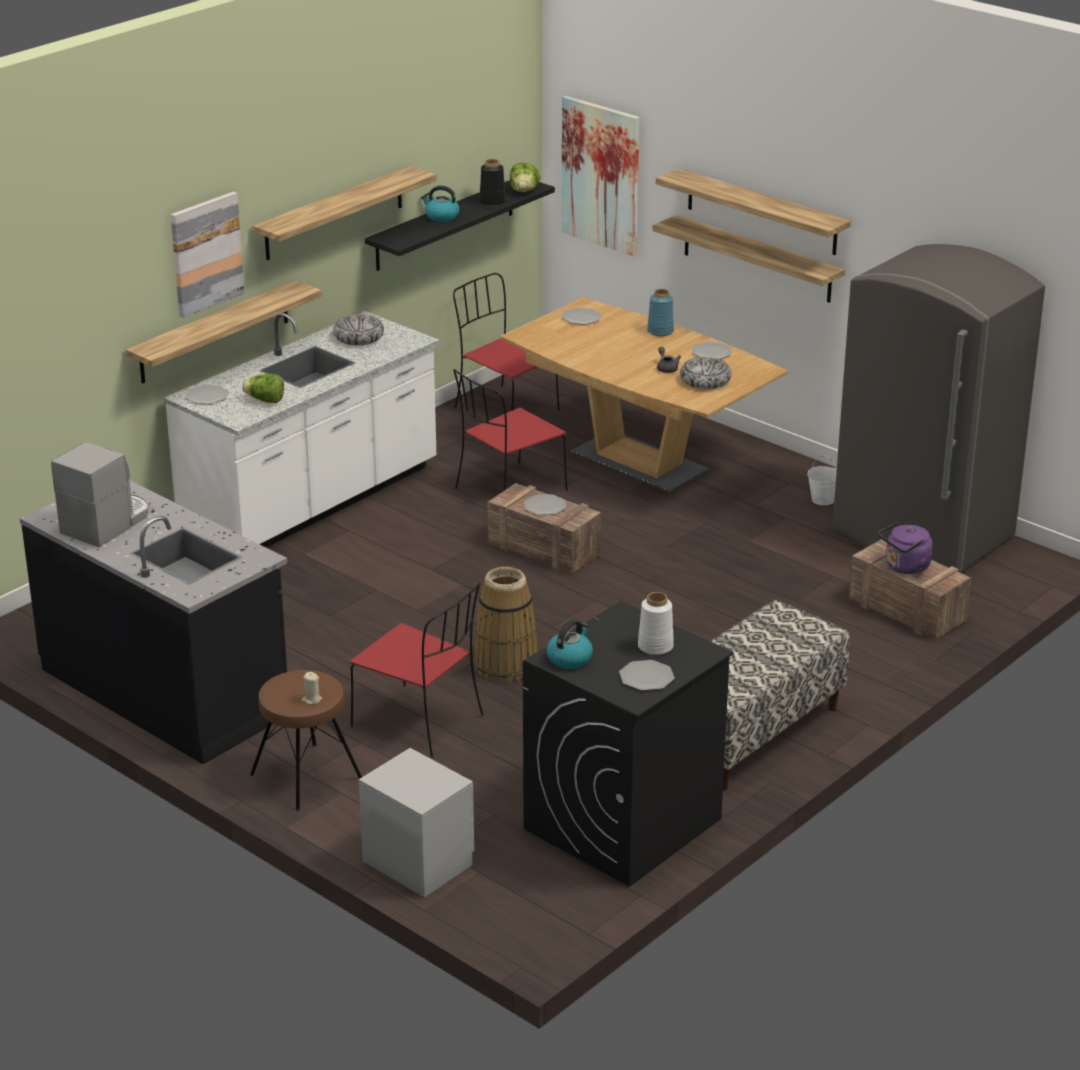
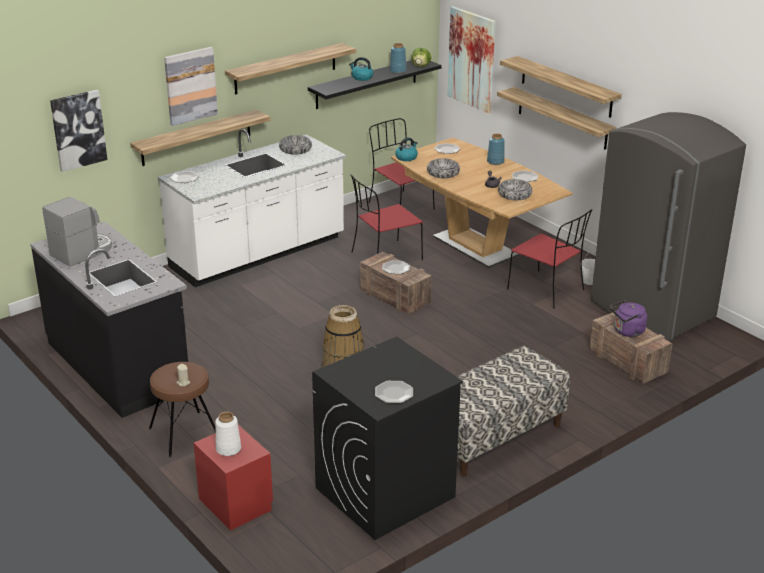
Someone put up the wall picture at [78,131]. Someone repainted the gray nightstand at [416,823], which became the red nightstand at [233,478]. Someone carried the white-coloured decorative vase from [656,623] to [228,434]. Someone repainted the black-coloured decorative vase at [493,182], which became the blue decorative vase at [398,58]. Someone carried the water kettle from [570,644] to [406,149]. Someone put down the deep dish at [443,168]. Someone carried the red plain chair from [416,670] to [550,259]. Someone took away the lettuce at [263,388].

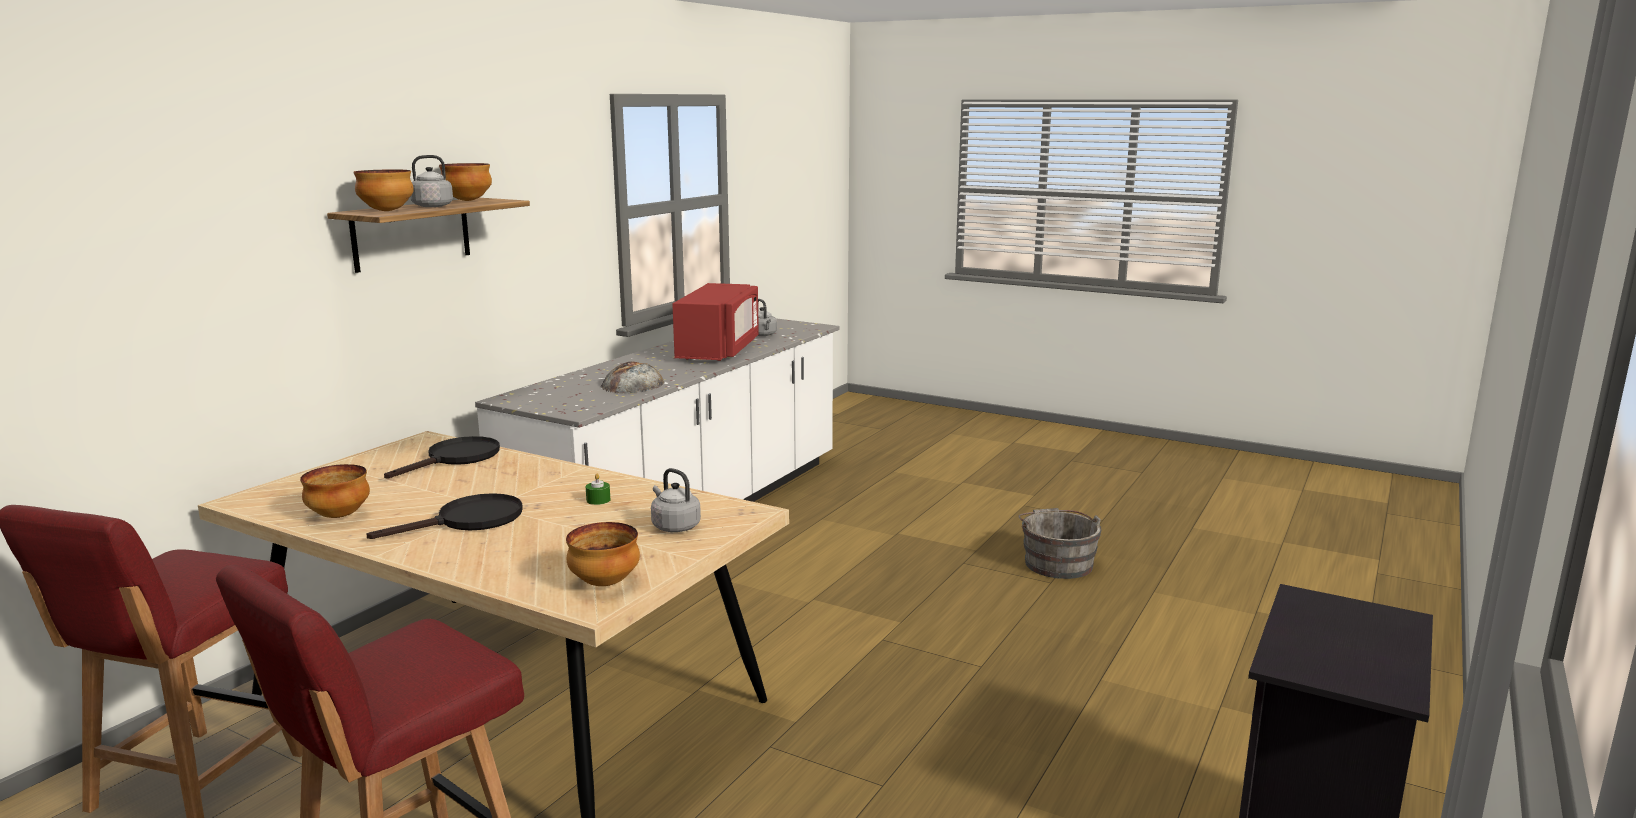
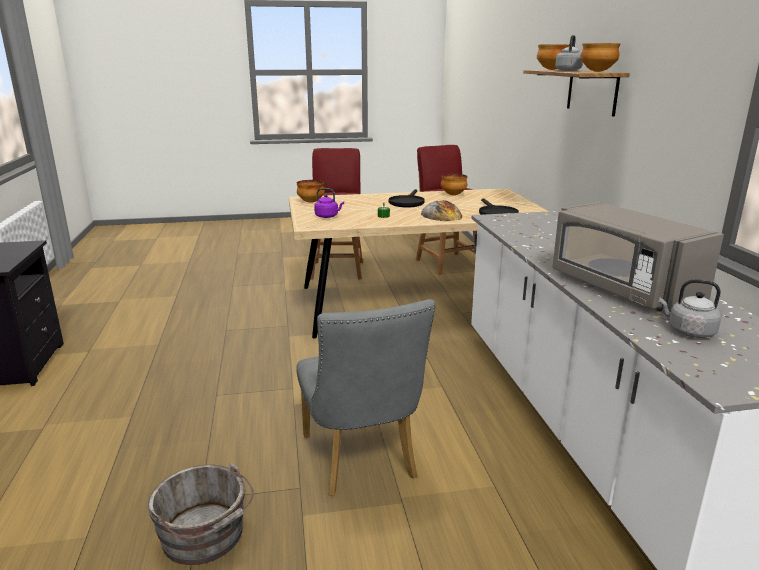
Someone put down the gray plain chair at [365,397]. Someone repainted the gray water kettle at [676,500], which became the purple water kettle at [329,203]. Someone carried the baked bread from [632,378] to [441,210]. Someone repainted the red microwave oven at [715,322], which became the gray microwave oven at [638,257].

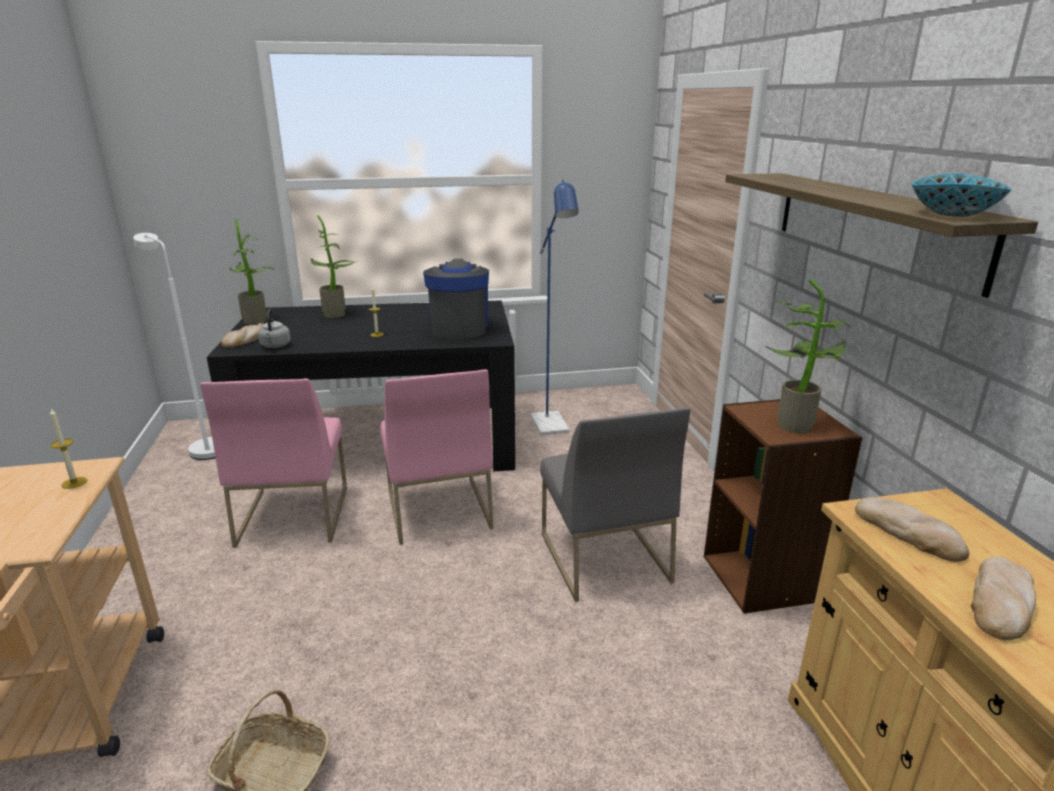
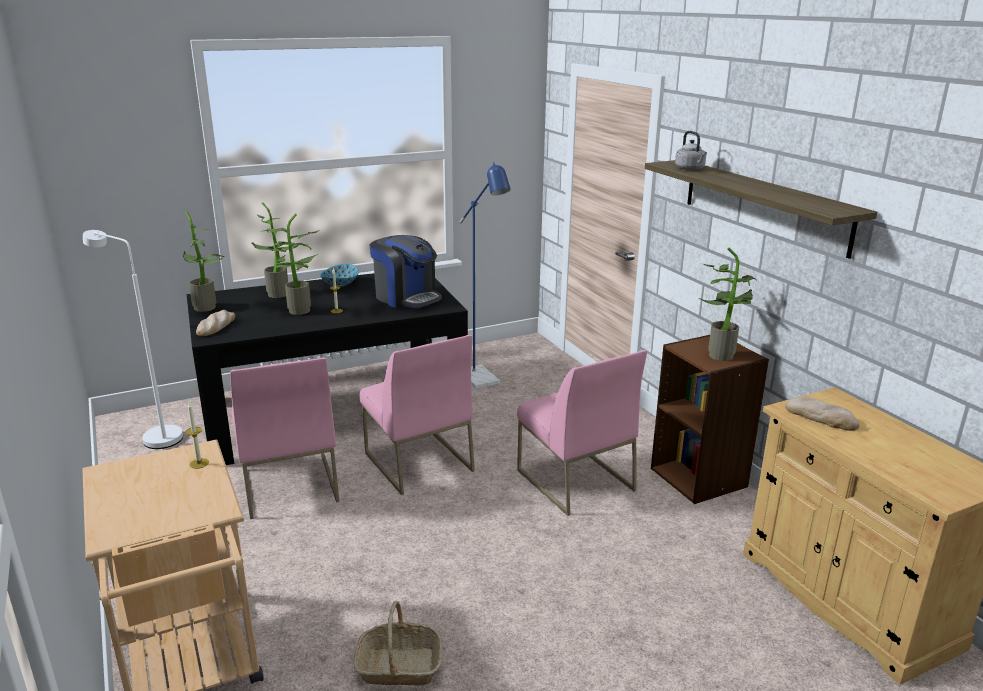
Someone put down the houseplant at [296,264]. Someone carried the deep dish from [962,195] to [339,275]. Someone rotated the coffee brewer at [456,299] by 150 degrees clockwise. Someone repainted the gray plain chair at [615,505], which became the pinkish plain chair at [582,433]. Someone carried the gray water kettle from [274,328] to [691,150]. Someone took away the baked bread at [1003,598].

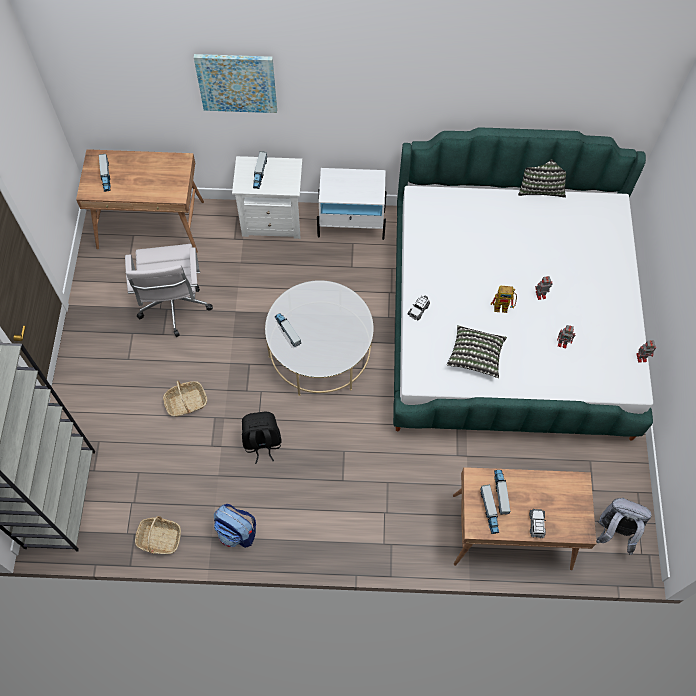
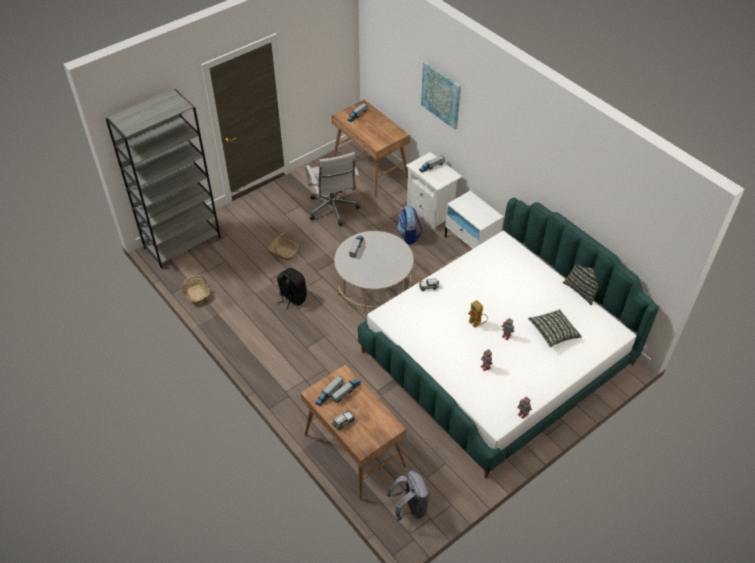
Someone rotated the white-coloured desk chair at [169,290] by 60 degrees counterclockwise. Someone carried the rucksack from [235,526] to [409,225]. Someone carried the pillow from [477,351] to [555,328].

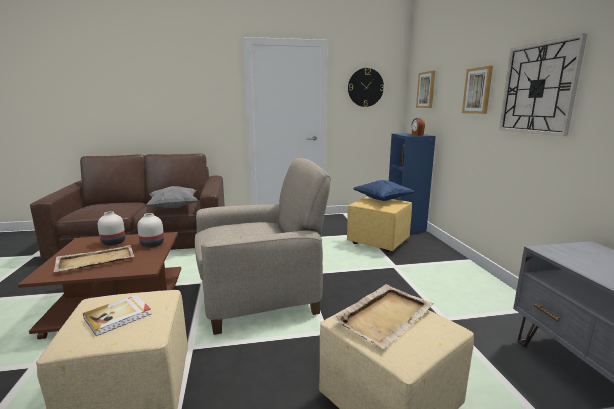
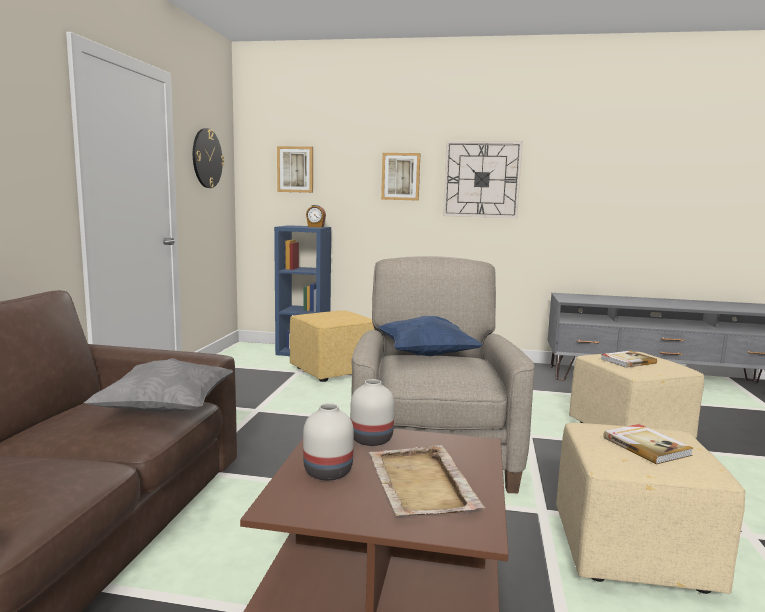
Someone carried the blue pillow from [384,190] to [430,336]. Someone swapped the beige-coloured carrying tray at [382,316] for the volume at [629,359].

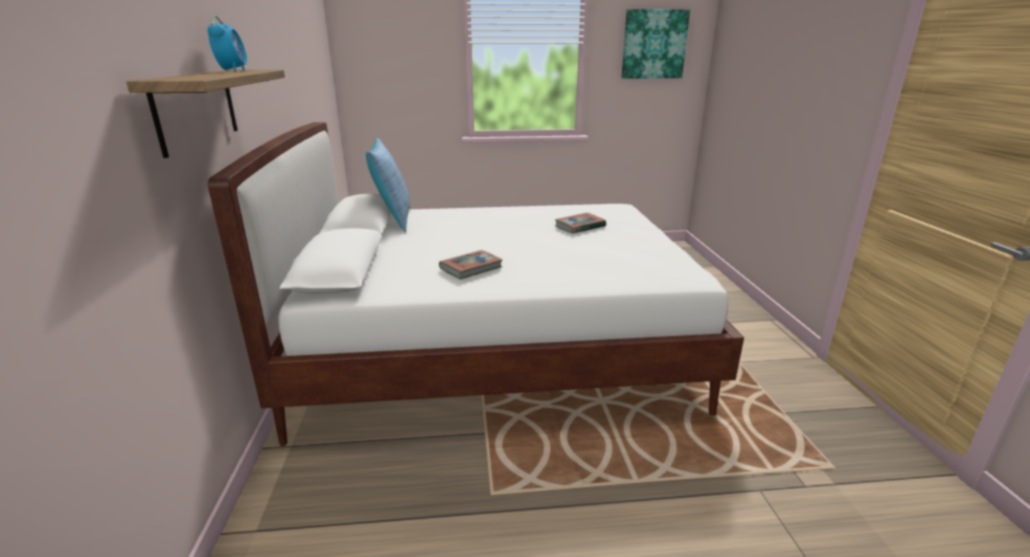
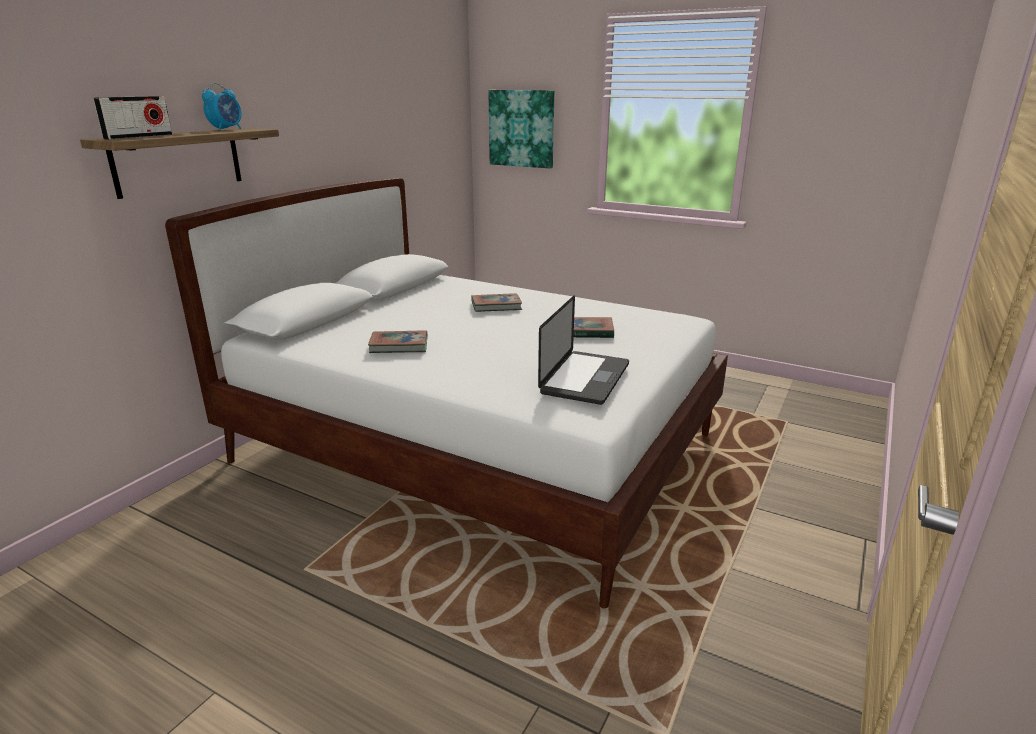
Someone put down the radio receiver at [132,118]. Someone put down the volume at [497,302]. Someone carried the wall picture from [655,44] to [521,129]. Someone put down the portable computer at [583,350]. Someone took away the pillow at [388,185].

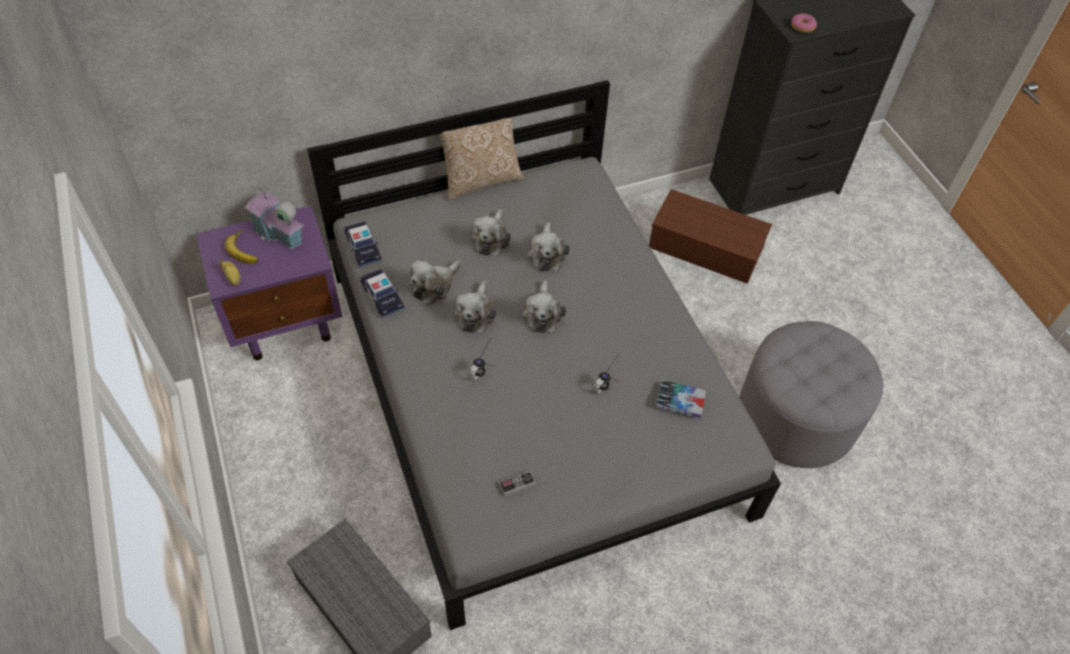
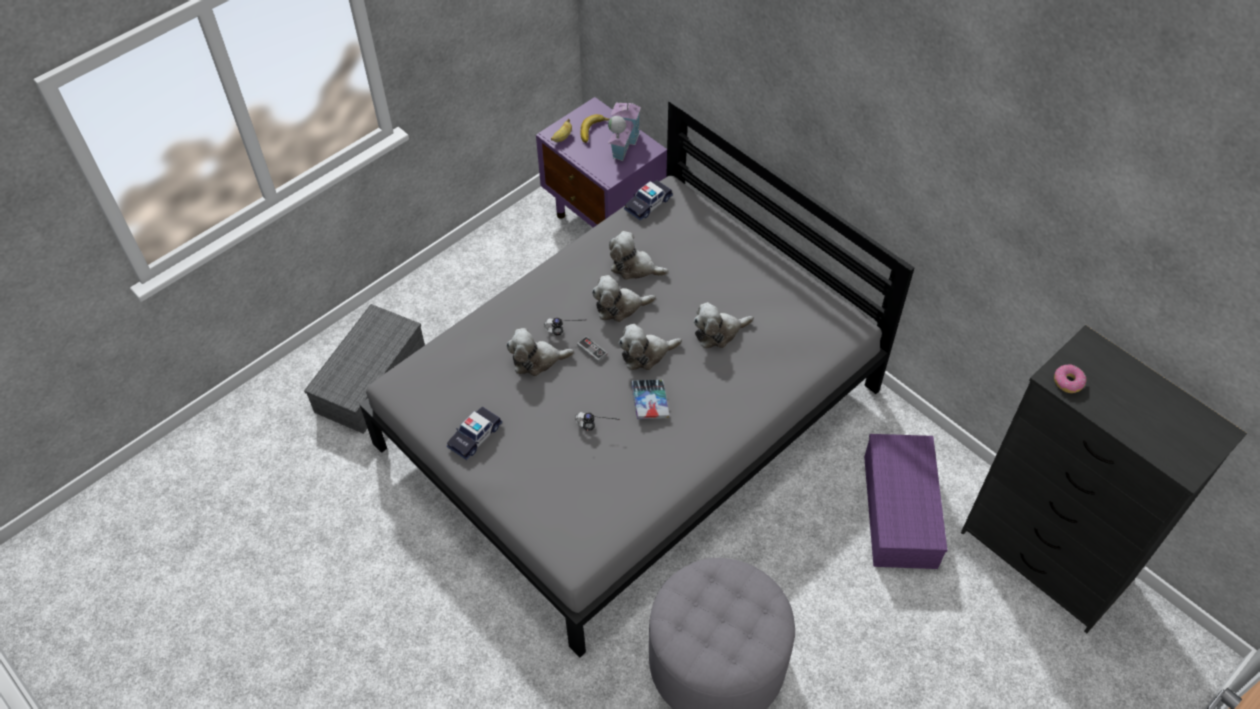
Someone carried the miniature car from [382,293] to [474,433]. Someone carried the soft toy from [491,233] to [540,352]. Someone carried the game controller from [517,484] to [592,349]. Someone carried the volume from [681,399] to [650,399]. Someone repainted the brown storage bin at [710,236], which became the purple storage bin at [905,501]. Someone took away the pillow at [481,159].

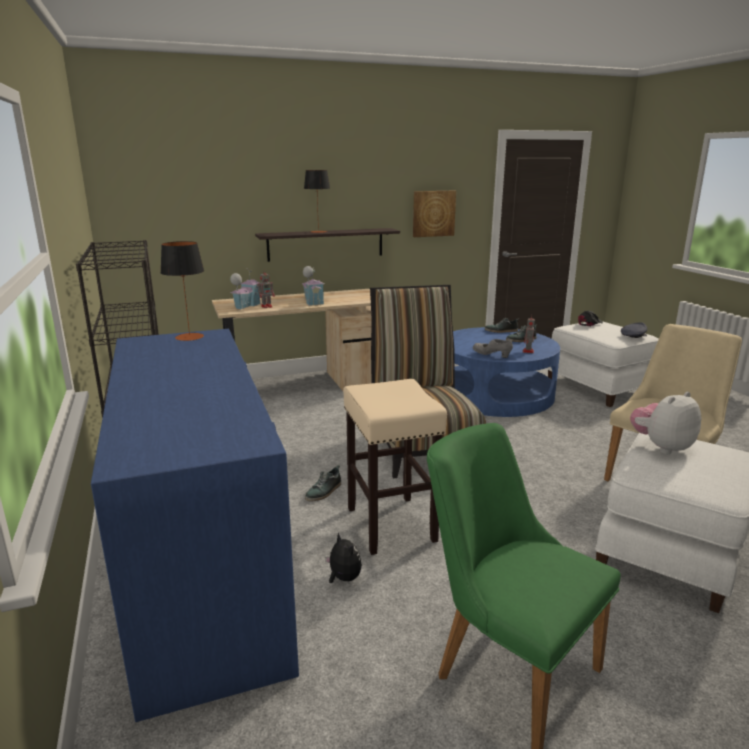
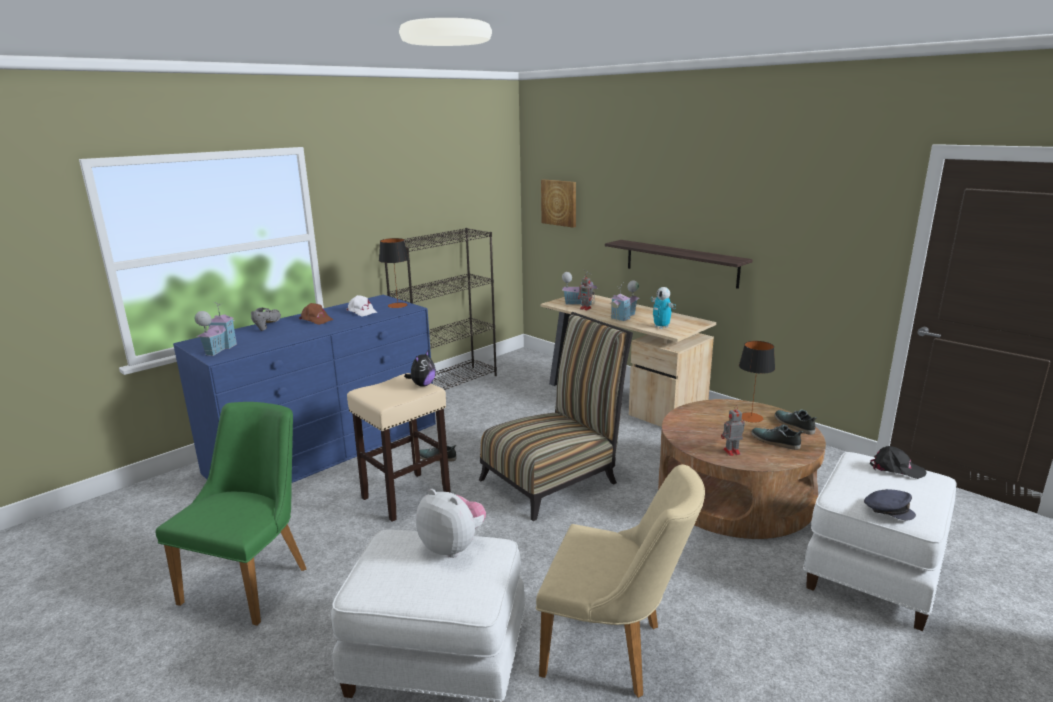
Someone put down the miniature house at [216,329]. Someone carried the gray item of footwear from [493,348] to [266,319]. Someone put down the brown cap at [316,314]. Someone put down the white-coloured cap at [362,306]. Someone carried the soft toy from [343,557] to [420,368]. Someone carried the wall picture from [434,213] to [558,203]. Someone put down the toy robot at [663,308]. Someone repainted the blue coffee table at [506,372], which became the brown coffee table at [742,469]. Someone carried the table lamp from [317,201] to [757,382].

